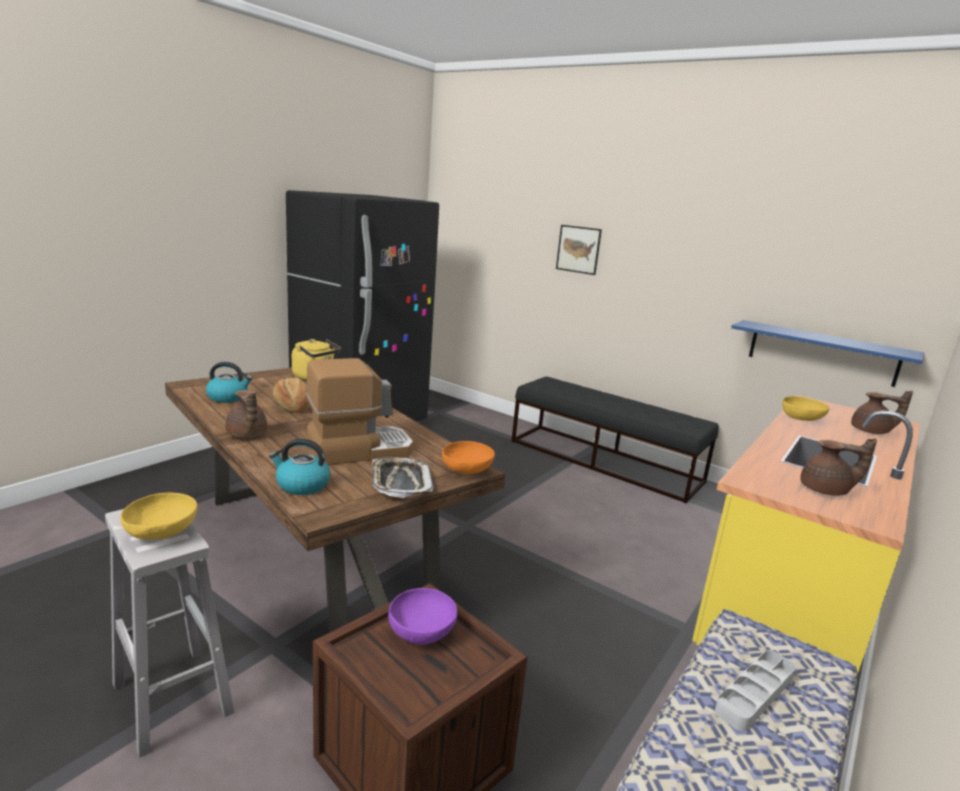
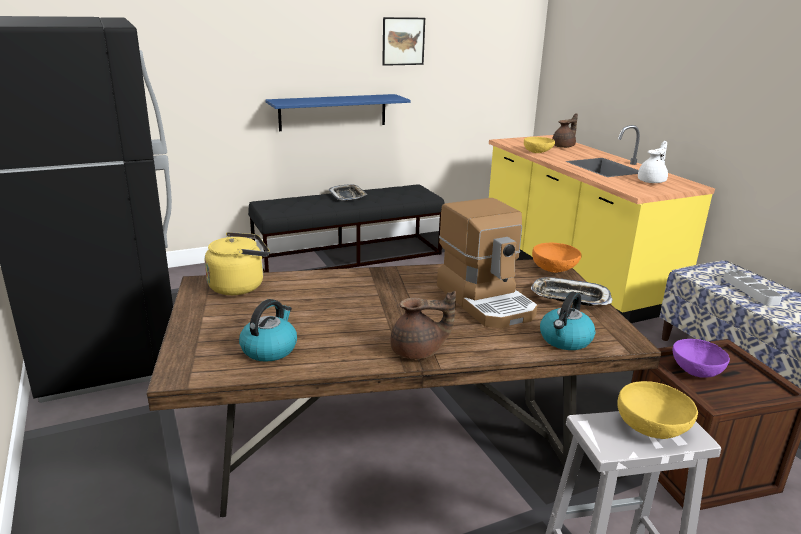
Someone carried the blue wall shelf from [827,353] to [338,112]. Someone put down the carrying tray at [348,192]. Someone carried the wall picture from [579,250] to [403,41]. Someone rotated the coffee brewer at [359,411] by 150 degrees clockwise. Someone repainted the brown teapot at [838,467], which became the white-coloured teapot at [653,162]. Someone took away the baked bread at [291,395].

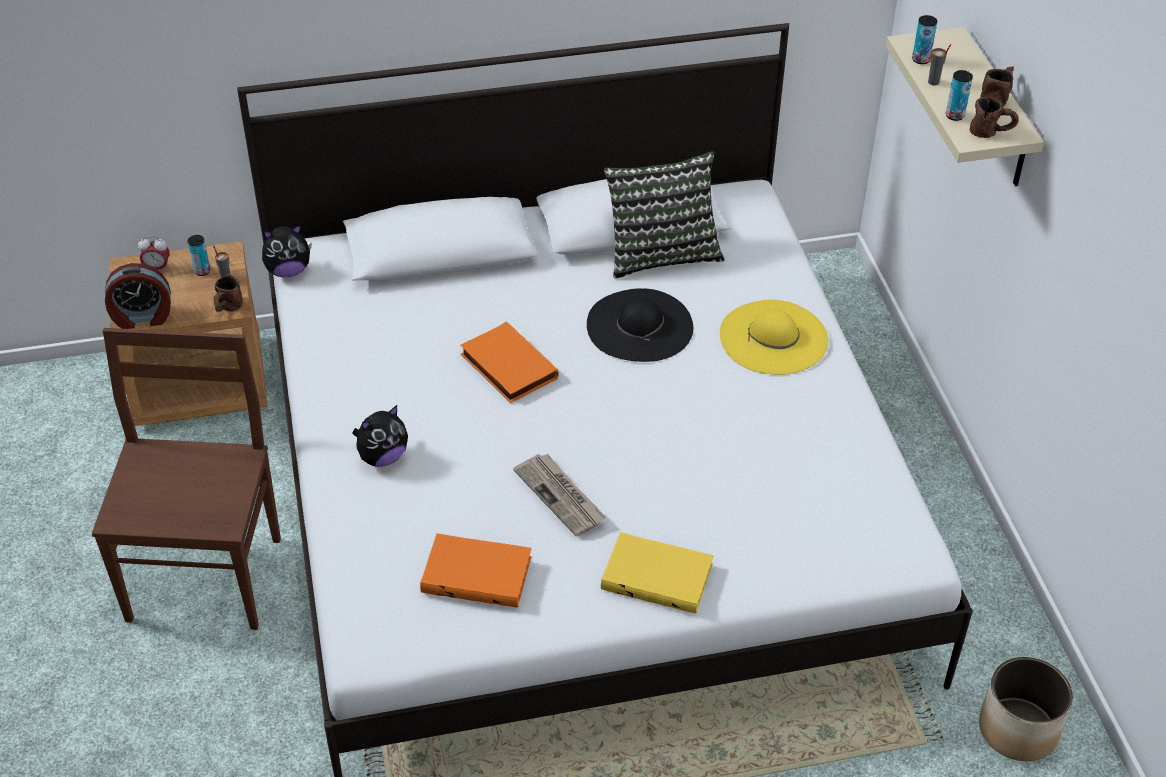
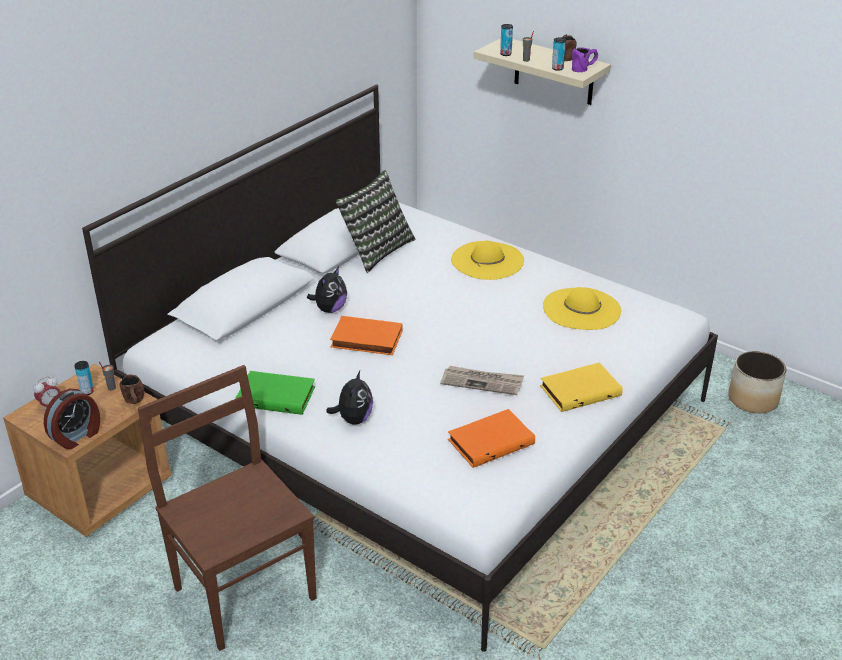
Someone put down the green-coloured volume at [275,393]. Someone carried the soft toy from [287,250] to [327,290]. Someone put down the yellowish wearable hat at [582,308]. Someone repainted the brown coffee mug at [994,117], which became the purple coffee mug at [585,59]. Someone took away the black-coloured wearable hat at [640,325].

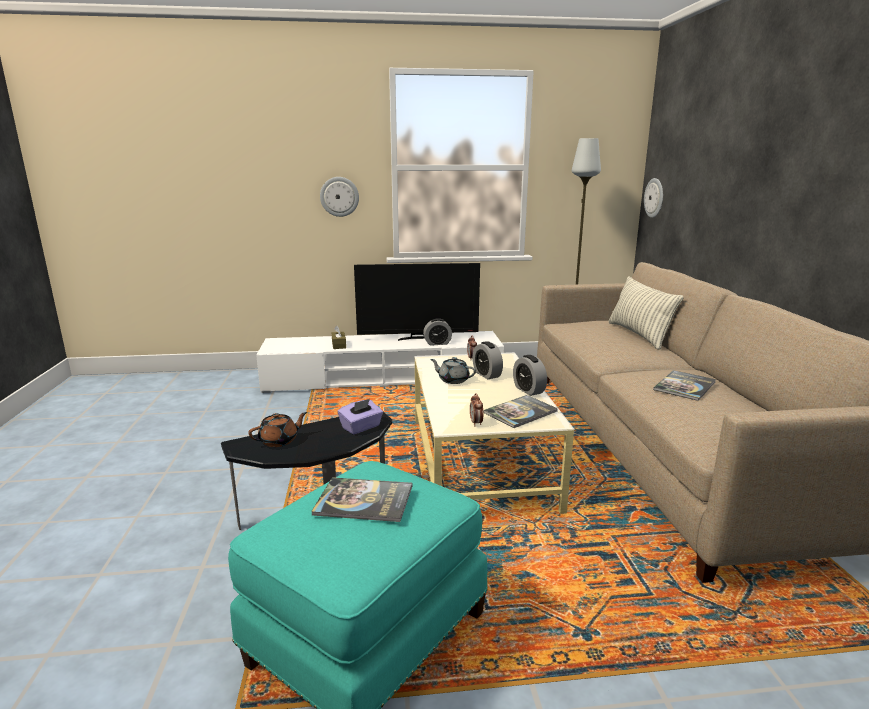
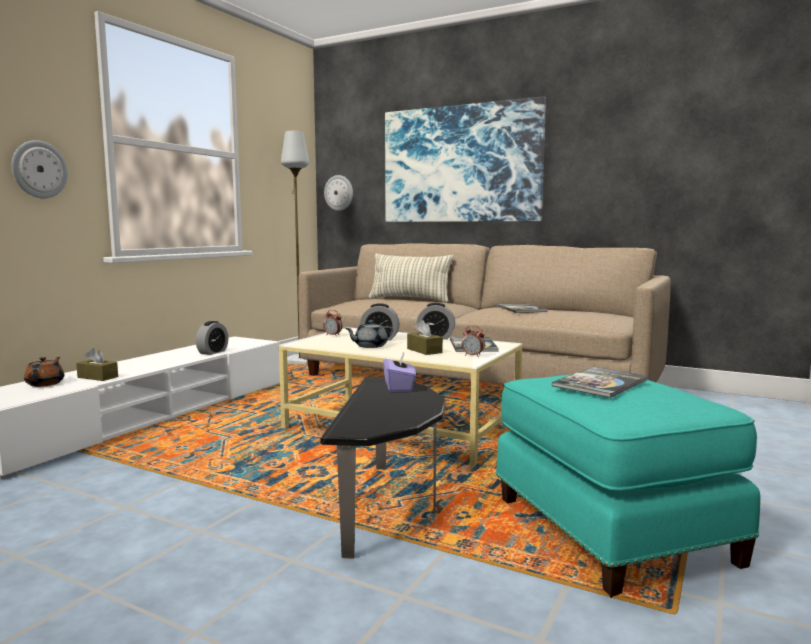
Someone carried the brown teapot from [277,429] to [44,372]. Someone put up the wall picture at [465,159]. Someone put down the brown tissue holder at [425,337]. Someone took away the television at [417,302].

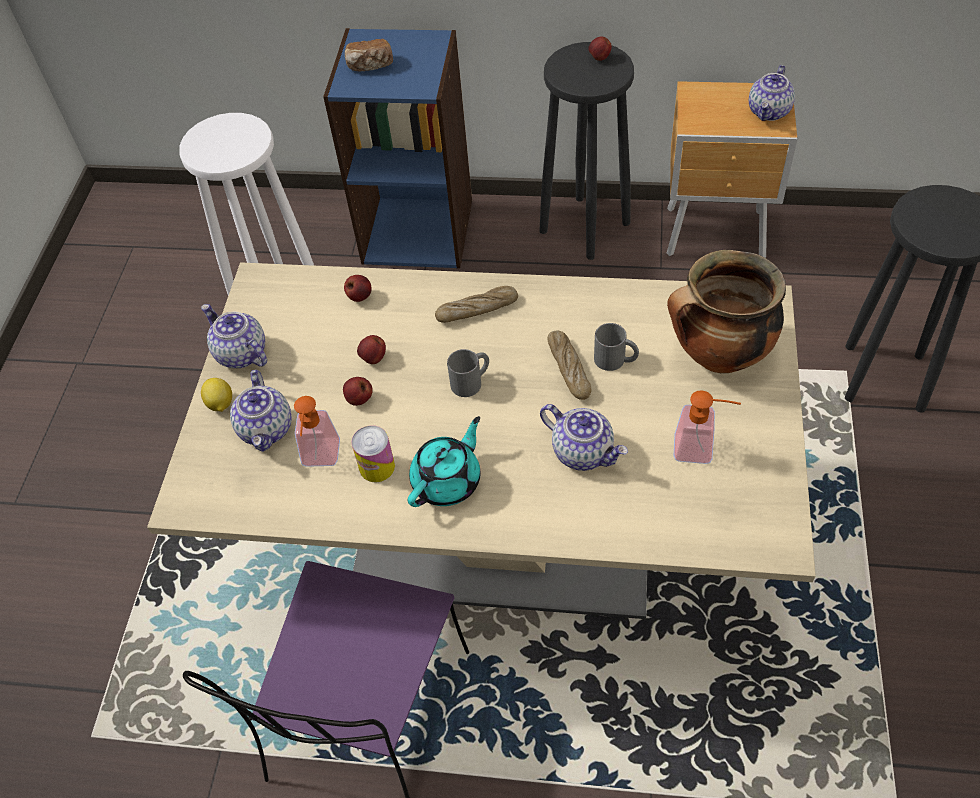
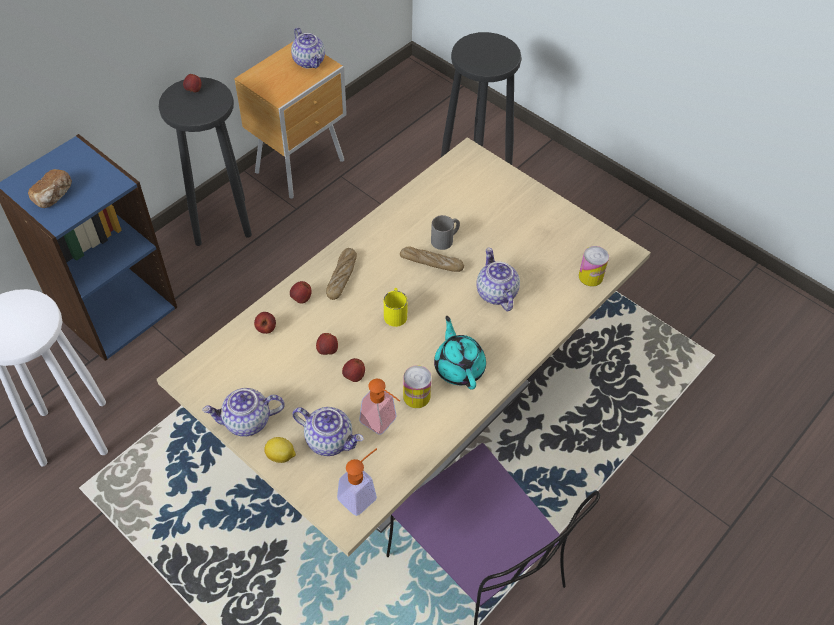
Someone put down the apple at [301,292]. Someone carried the soap dispenser from [707,427] to [357,482]. Someone repainted the gray coffee mug at [468,373], which became the yellowish coffee mug at [396,307]. Someone rotated the teapot at [584,437] by 90 degrees counterclockwise. Someone put down the can at [594,266]. Someone took away the saucepot at [726,311].

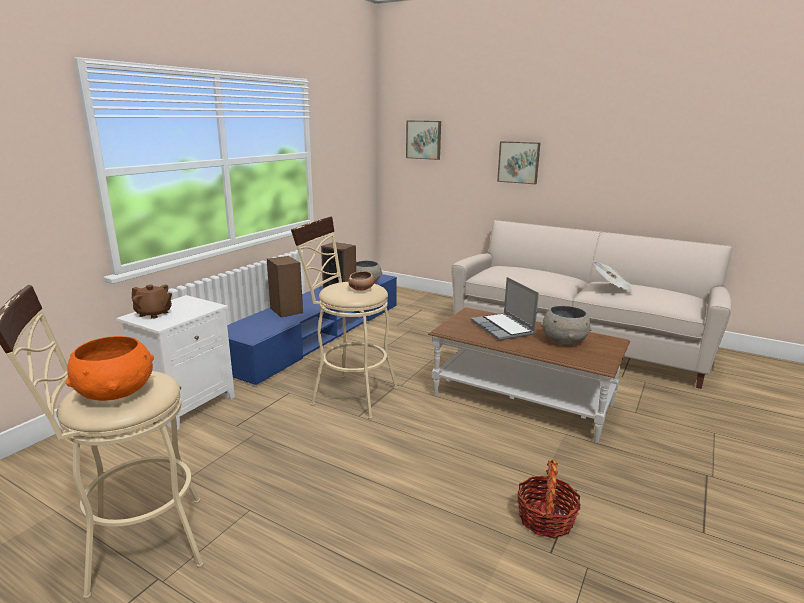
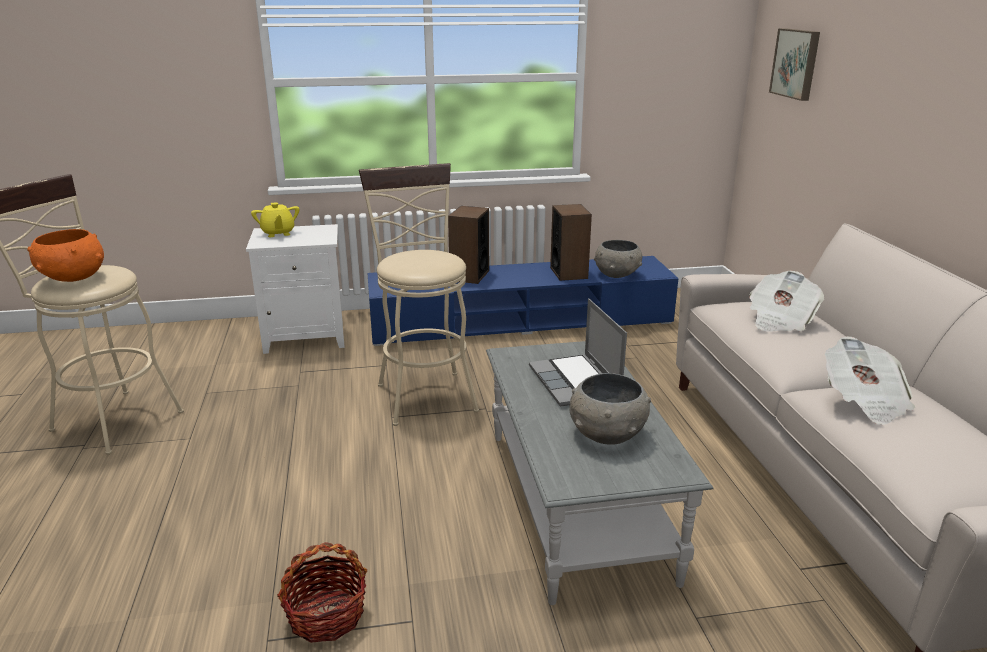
Someone repainted the brown teapot at [152,301], which became the yellowish teapot at [275,219]. Someone repainted the brown coffee table at [529,375], which became the gray coffee table at [600,473]. Someone rotated the portable computer at [505,308] by 45 degrees counterclockwise. Someone put down the daily paper at [786,301]. Someone took away the deep dish at [361,281]. Someone took away the wall picture at [518,162].

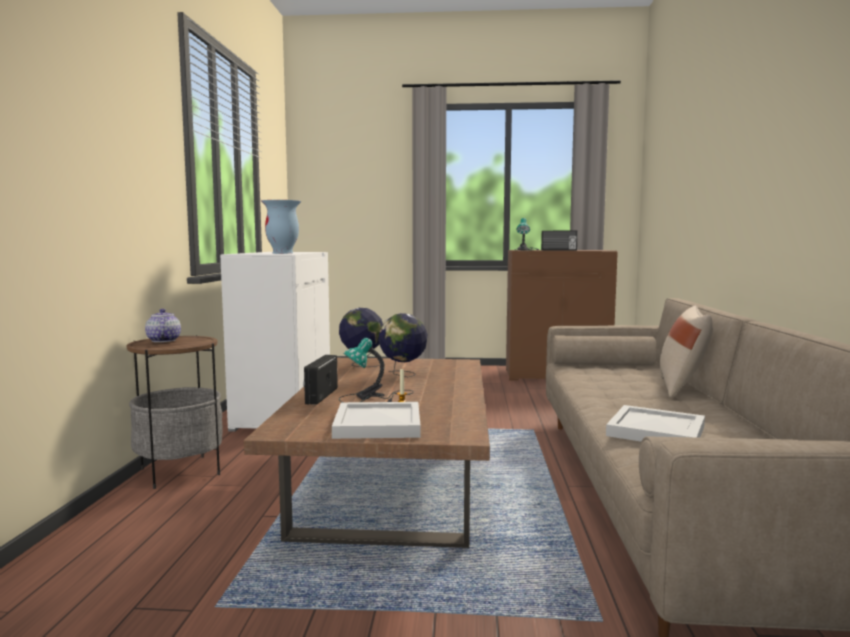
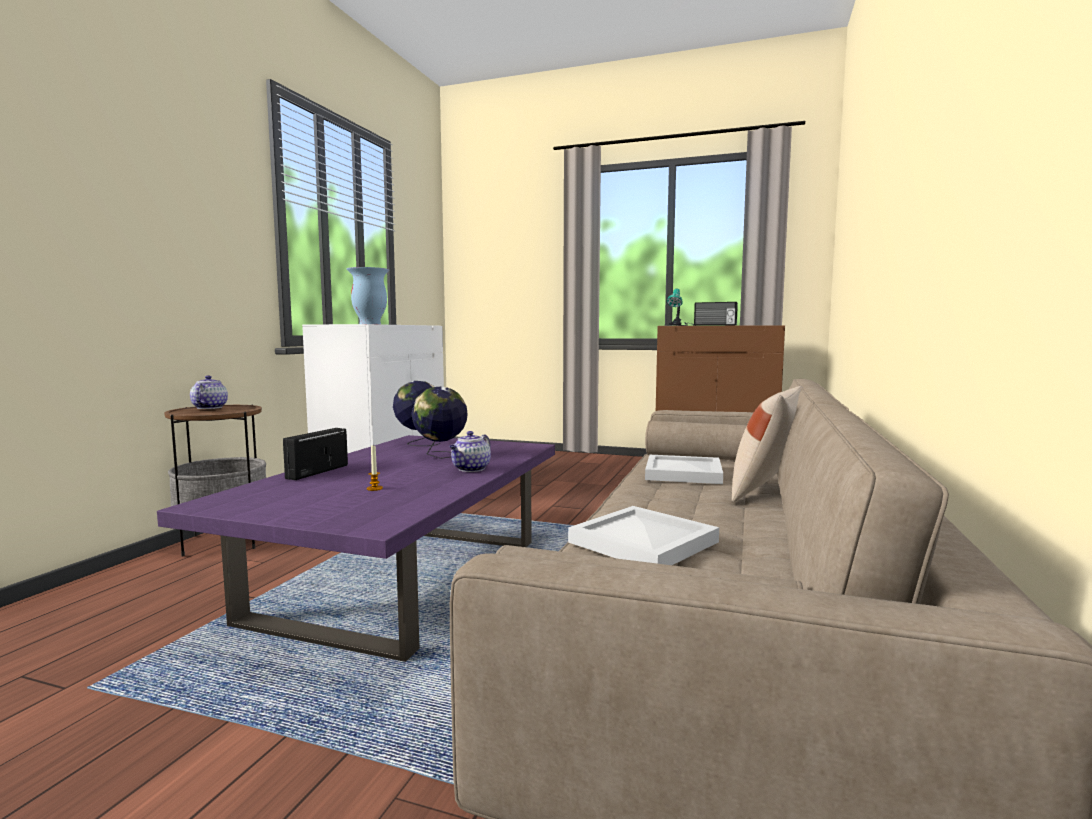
Someone repainted the brown coffee table at [367,453], which became the purple coffee table at [356,548]. Someone put down the teapot at [470,451]. Someone carried the white-coloured carrying tray from [376,420] to [684,469]. Someone took away the table lamp at [376,370].

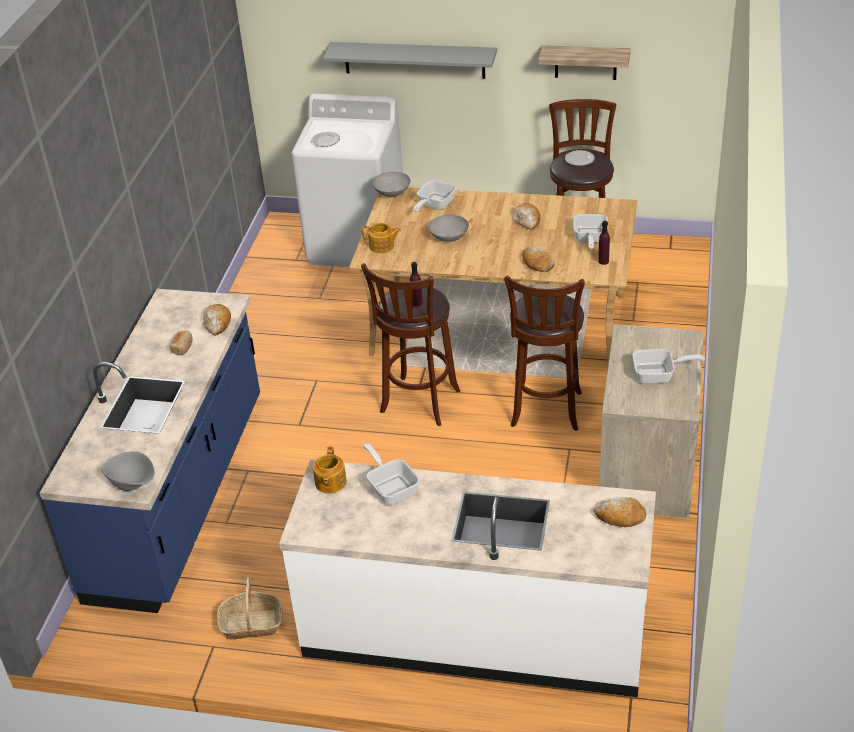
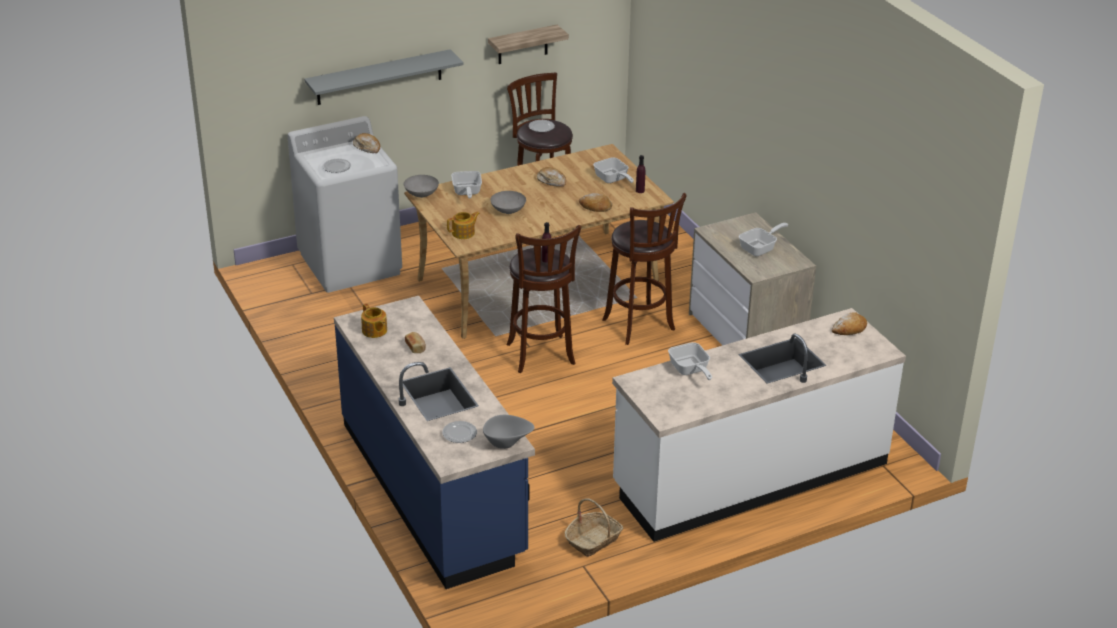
Someone carried the baked bread from [217,320] to [366,143]. Someone carried the teapot from [330,470] to [374,320]. Someone put down the flat dish at [459,432]. Someone rotated the pan at [391,474] by 135 degrees counterclockwise.

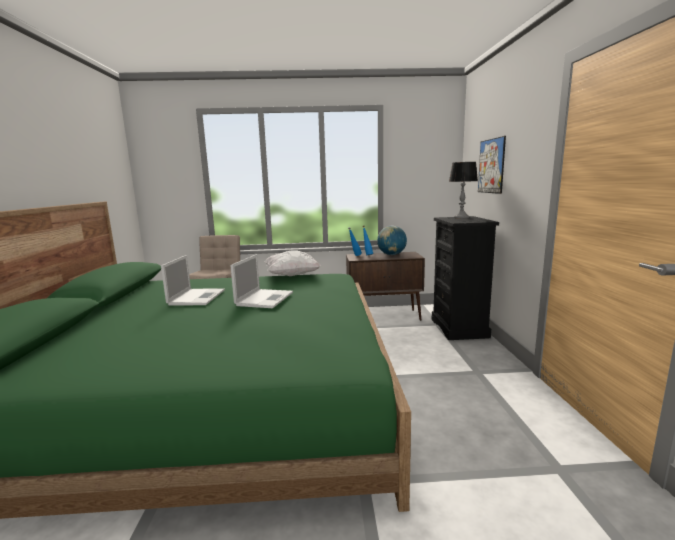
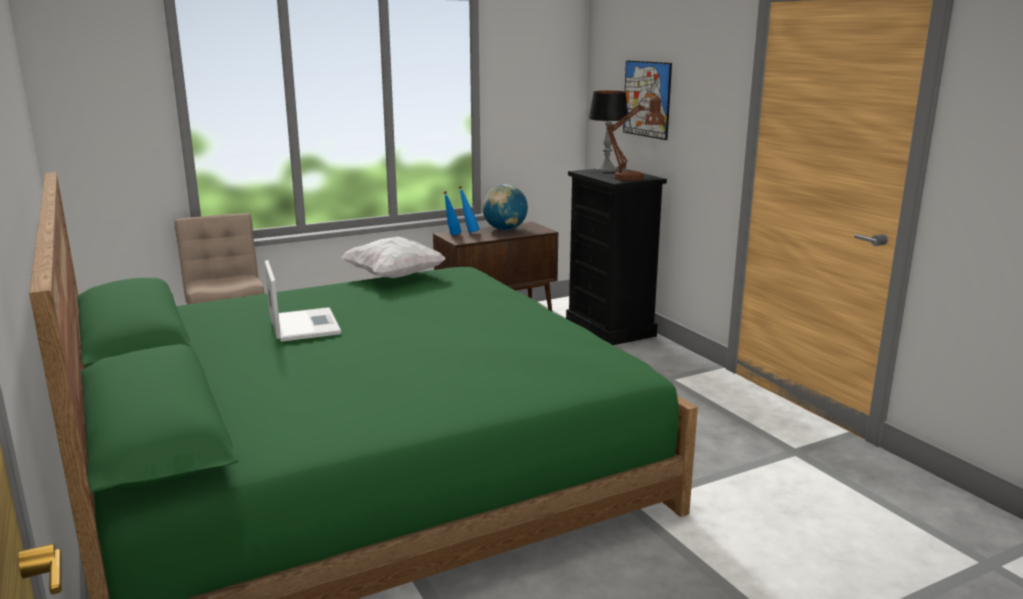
Someone put down the brown table lamp at [636,138]. Someone took away the portable computer at [261,281].

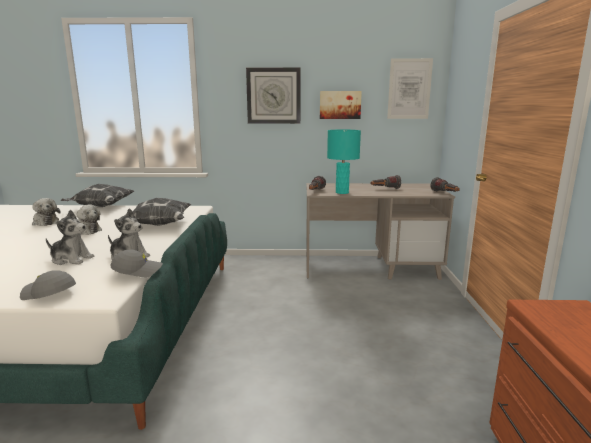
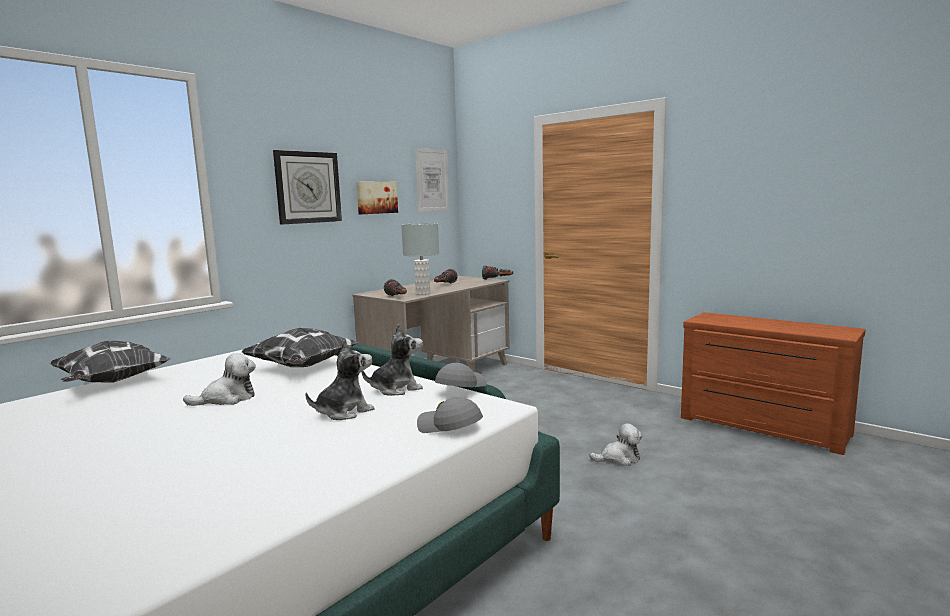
Someone repainted the blue-green table lamp at [344,162], which became the gray table lamp at [420,259]. Someone rotated the gray cap at [48,285] by 60 degrees clockwise. Someone carried the soft toy from [46,212] to [616,444].

